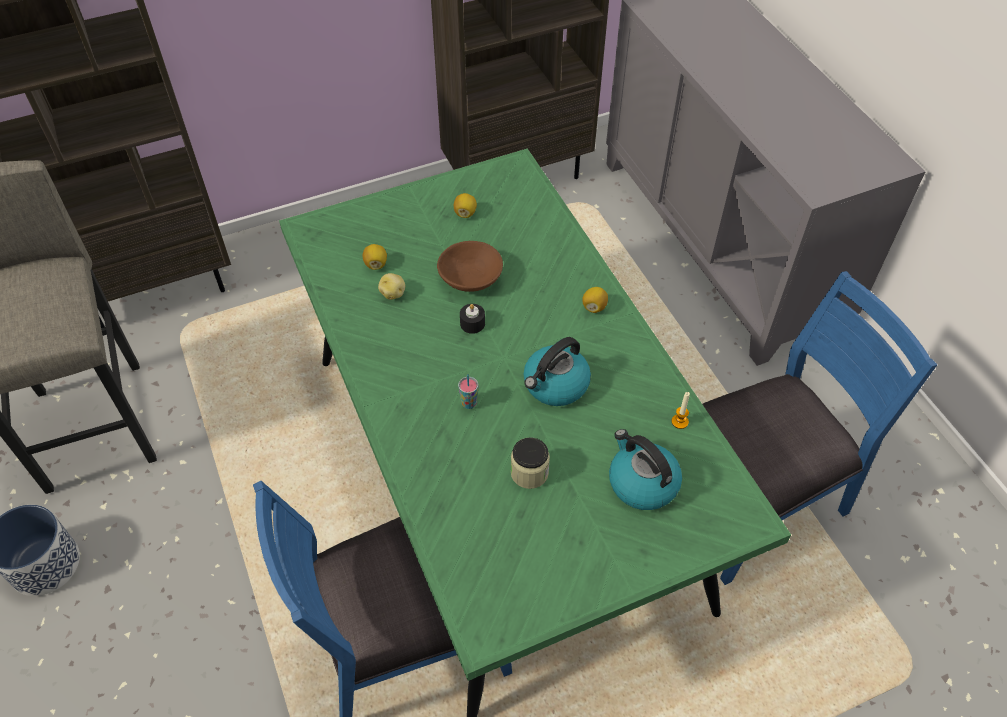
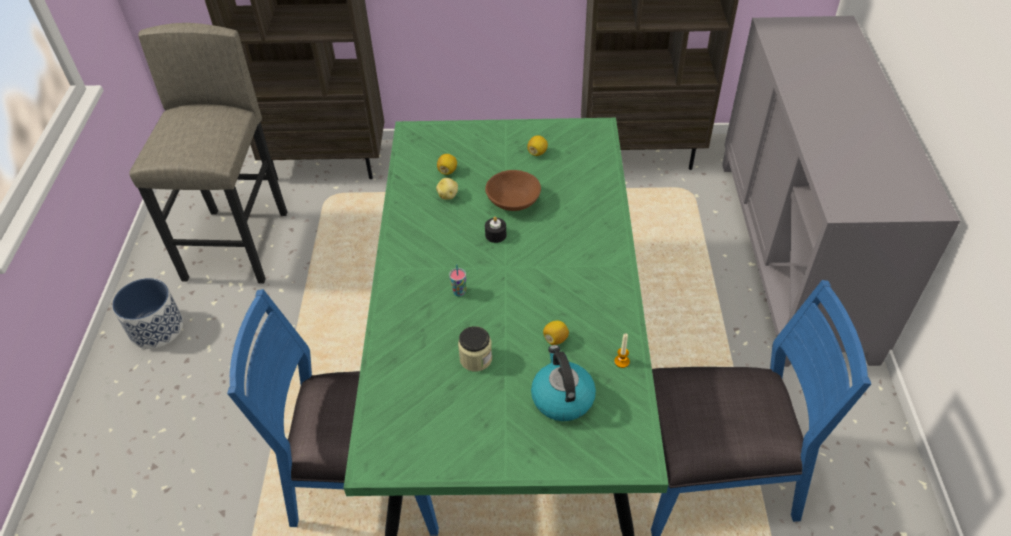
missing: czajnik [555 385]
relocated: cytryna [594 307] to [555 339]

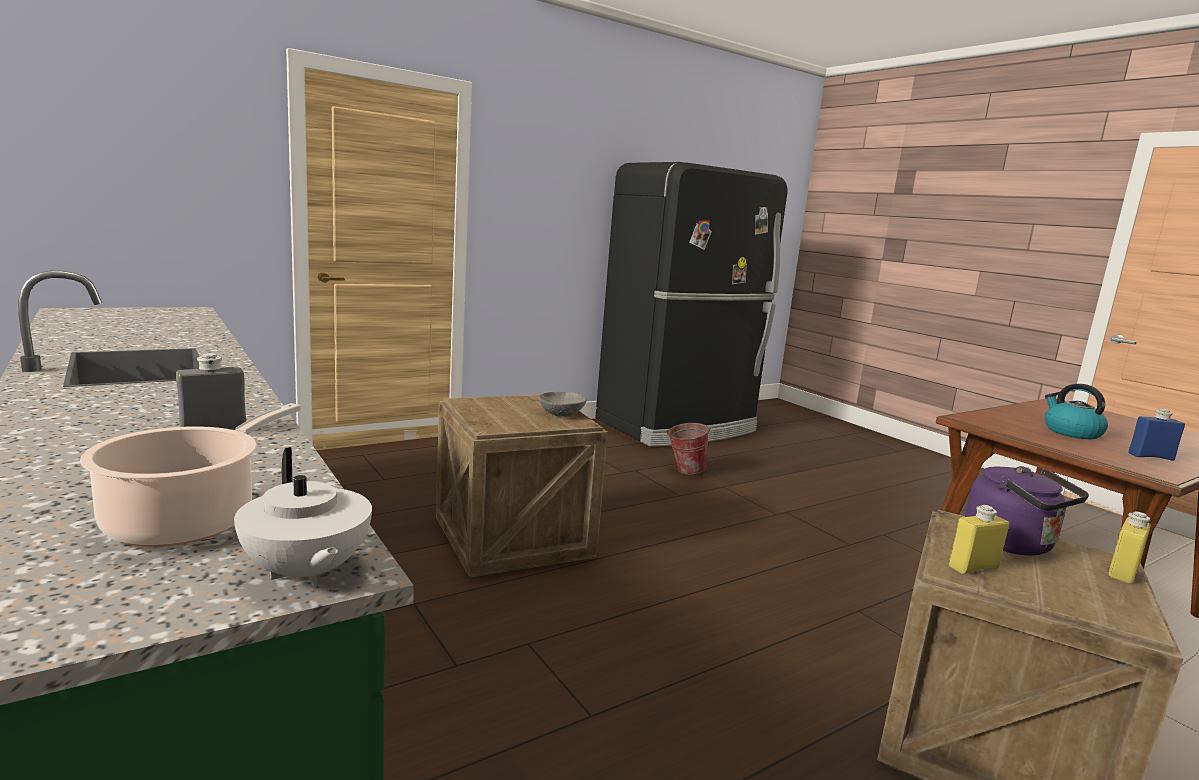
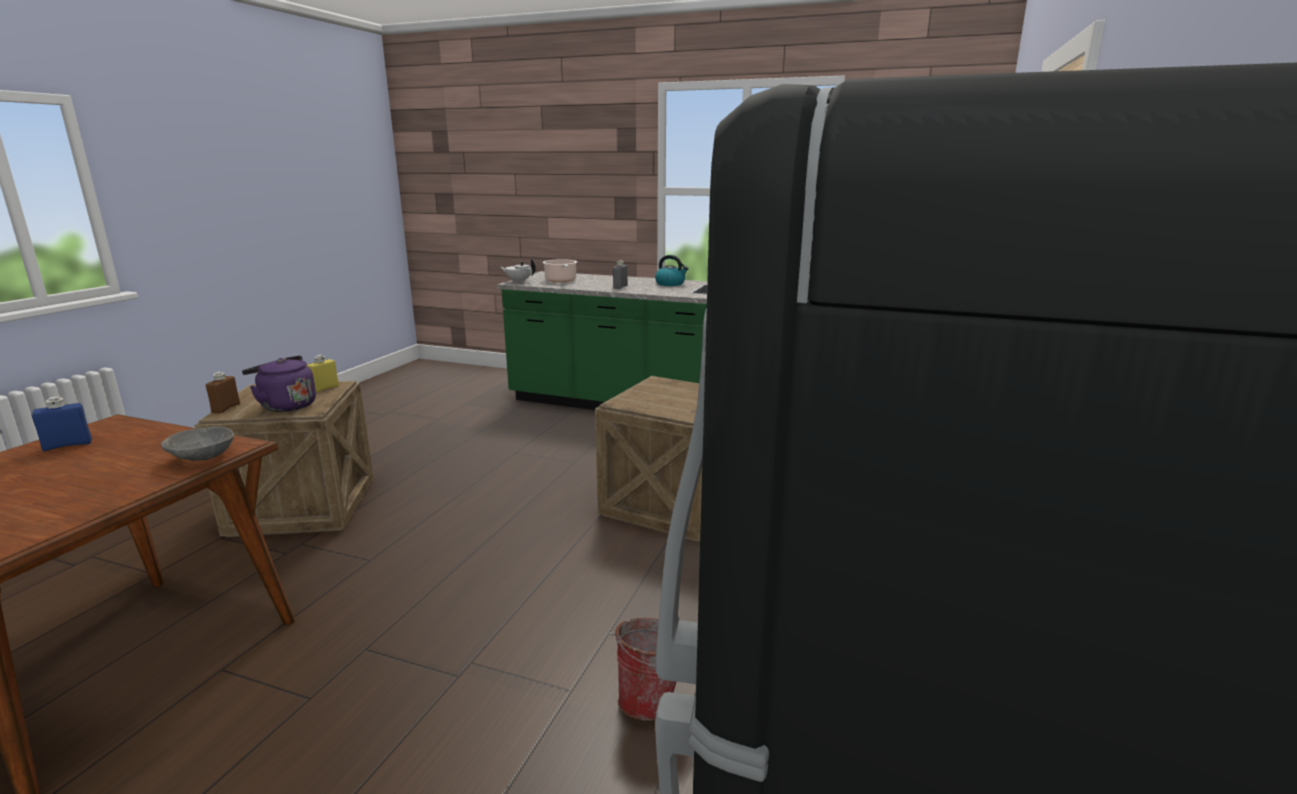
relocated: czajnik [1071 432] to [670 284]; miska [szary] [562 414] to [202 458]
colour: butelka [żółty] [1122 572] to butelka [brązowy] [226 408]

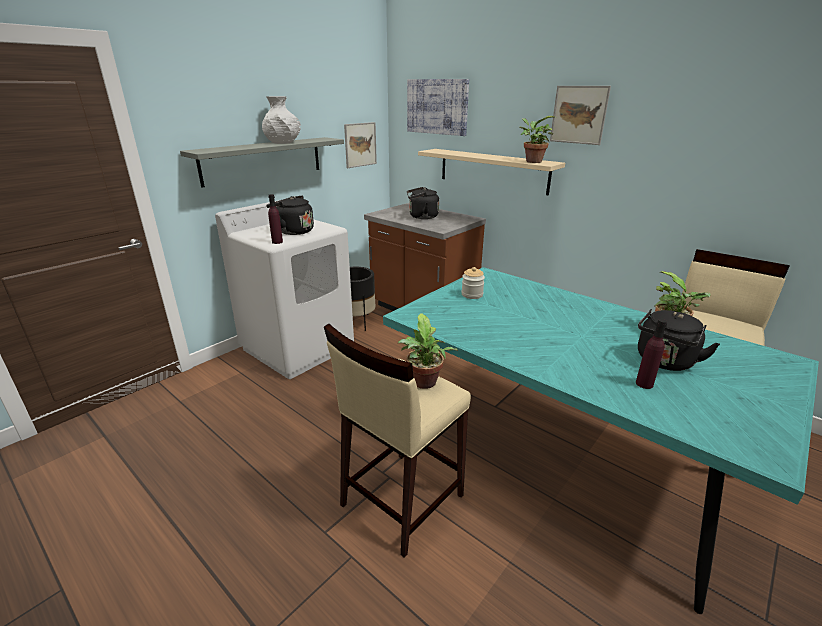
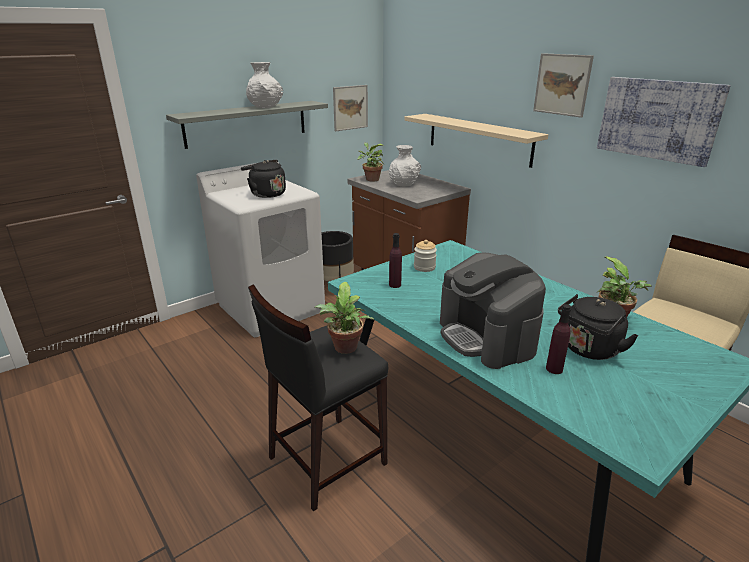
appeared: ekspres do kawy [487 337]
relocated: obraz [437 106] to [657 119]; roślina doniczkowa [531 161] to [371 179]; butelka [fioletowy] [277 242] to [395 285]
exchanged: czajnik [czarny] [421 217] to wazon [biały] [404 184]
colour: stołek [beżowy] [400 500] to stołek [czarny] [326 460]

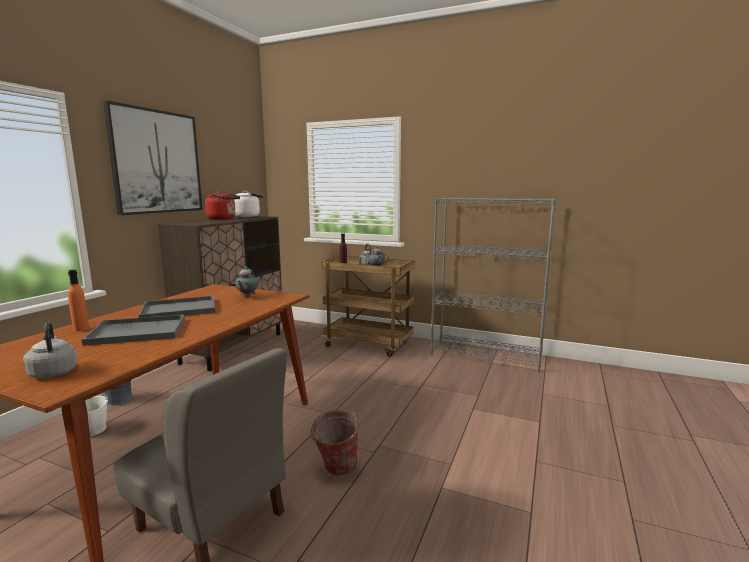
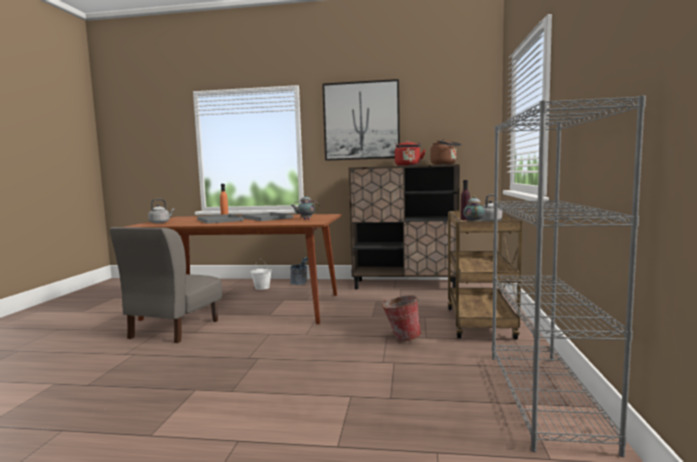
relocated: wiadro [335 469] to [401 338]
colour: czajnik [biały] [248 216] to czajnik [brązowy] [445 164]

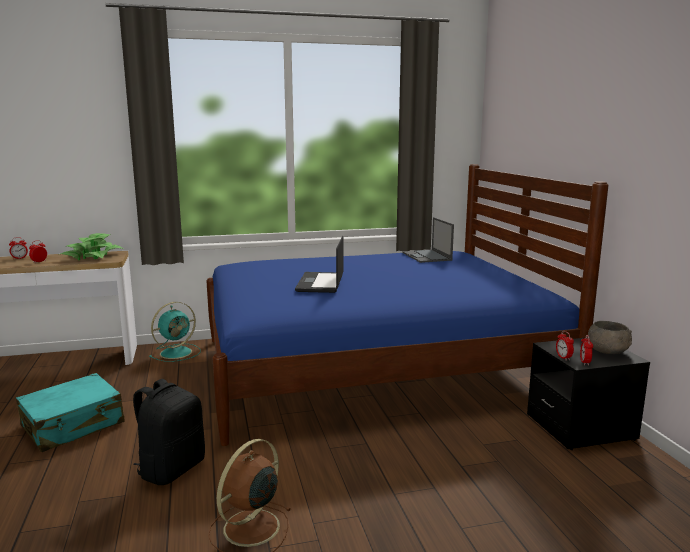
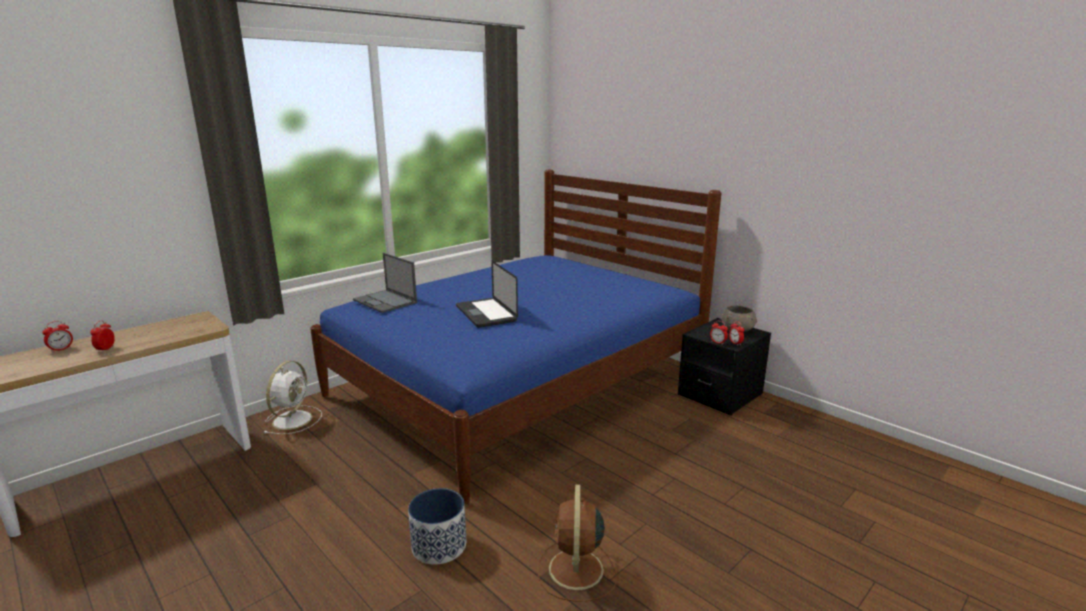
missing: roślina doniczkowa [92 256]; walizka [turkusowy] [73 425]
relocated: laptop [427 256] to [385 301]
exchanged: plecak [czarny] [171 469] to donica [438 545]
colour: wentylator [turkusowy] [177 352] to wentylator [biały] [293 419]

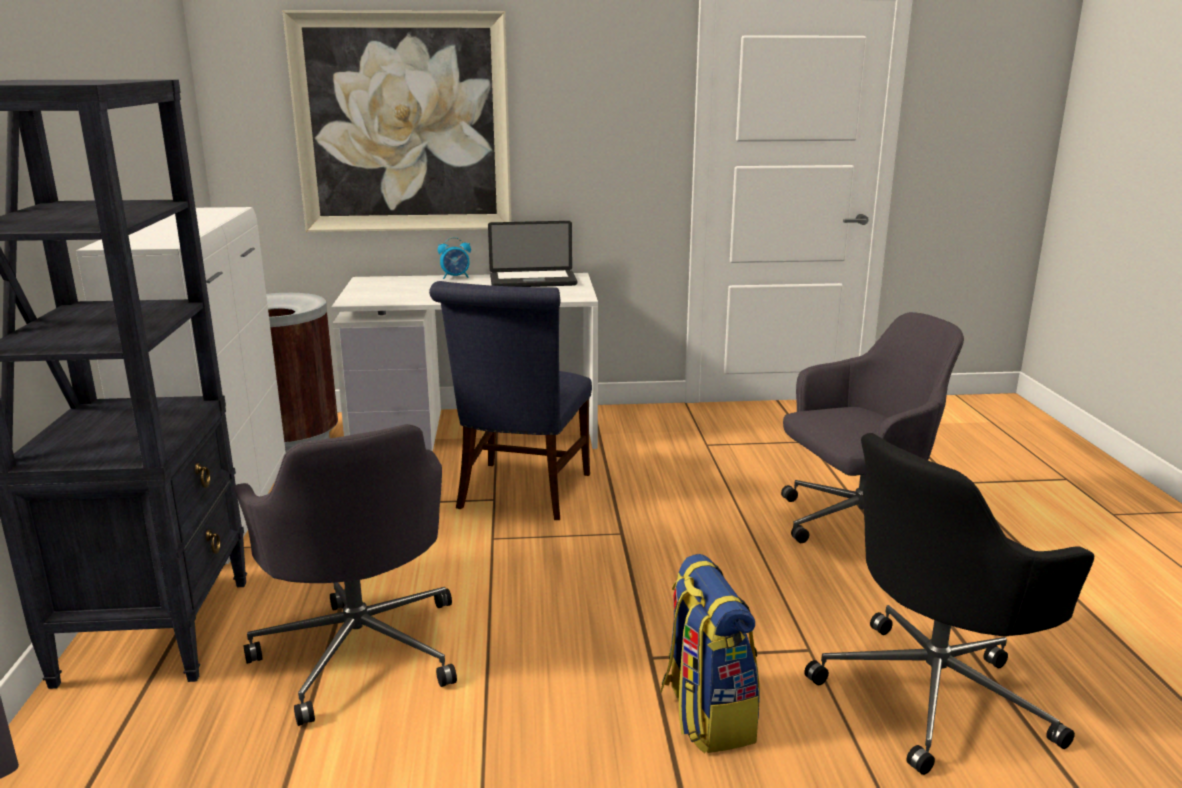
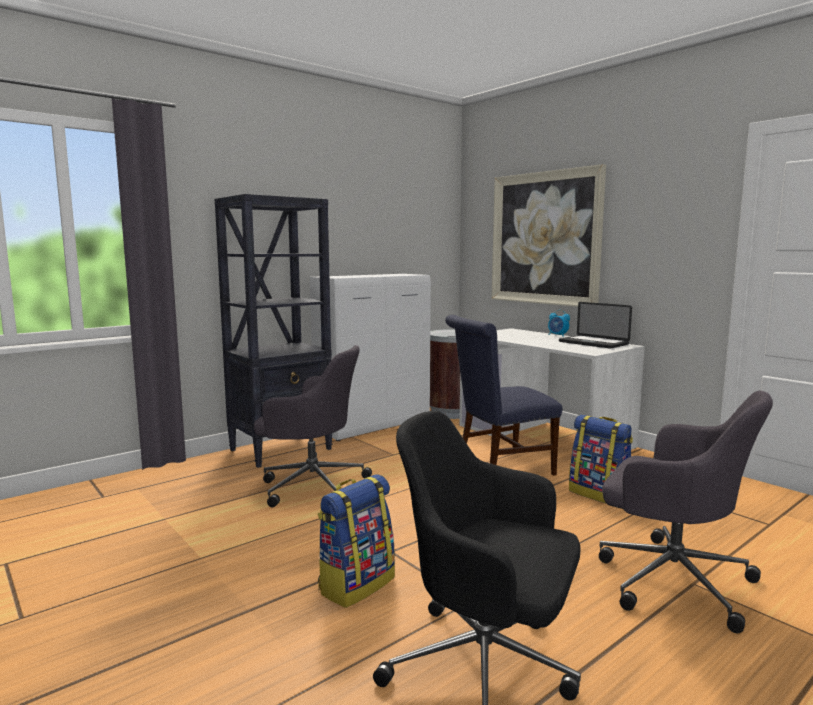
appeared: plecak [599 494]
spun: krzesło biurowe [szary] [360 649] = [311 485] 105 degrees counterclockwise

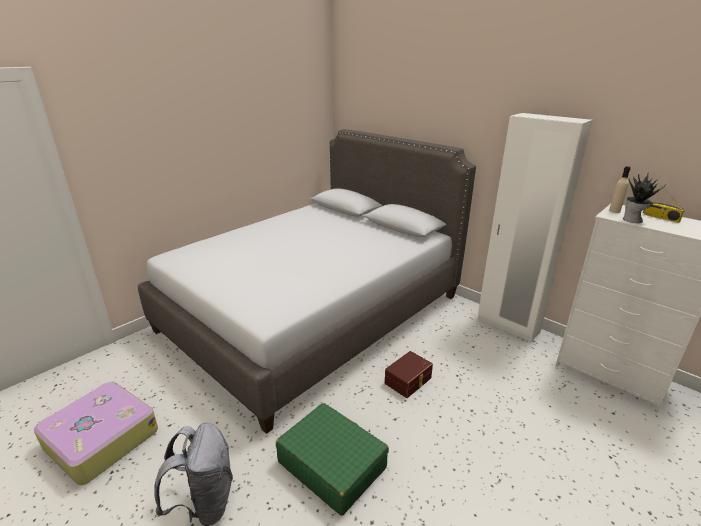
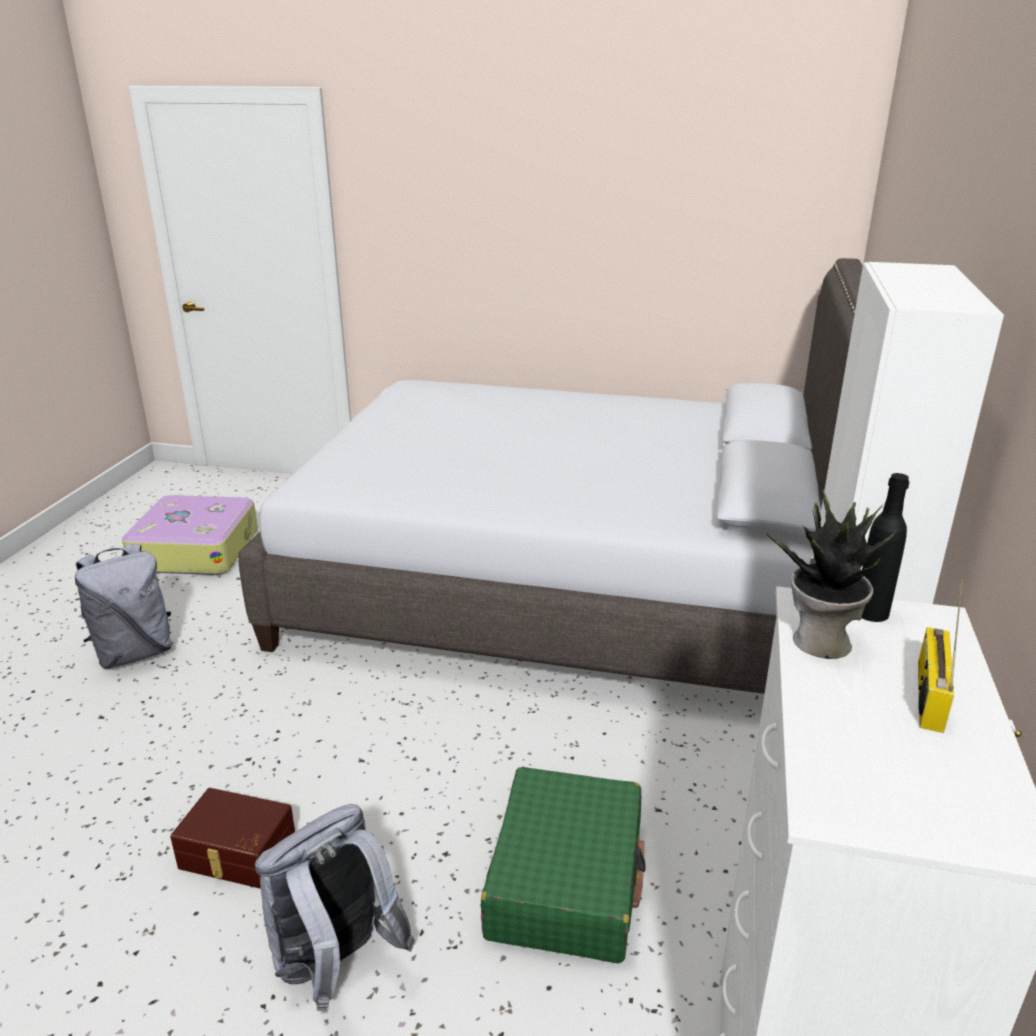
appeared: plecak [szary] [336 965]
relocated: pojemnik do przechowywania [brązowy] [409 381] to [236 854]; walizka [zielony] [332 464] to [566 880]
colour: butelka [beżowy] [614 211] to butelka [czarny] [871 612]

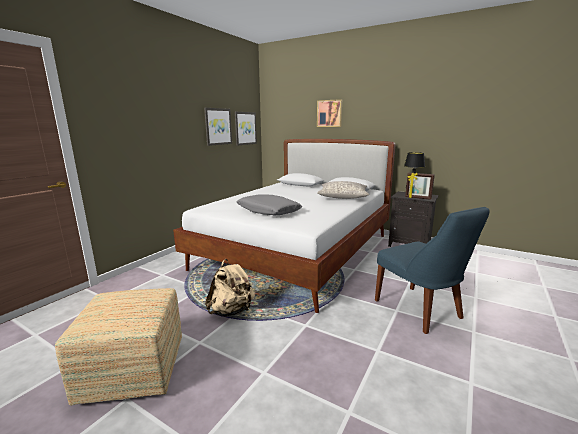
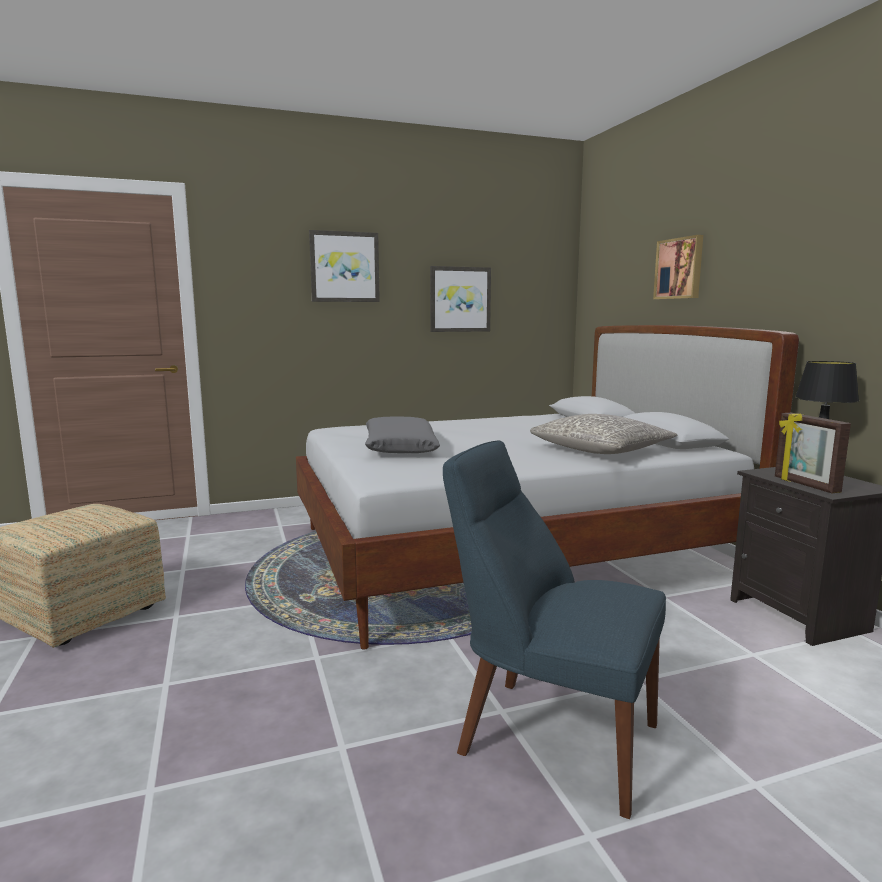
missing: plecak [beżowy] [231 311]
relocated: obraz [245 128] to [344 267]
spun: krzesło [niebieski] [420 310] = [549 736] 105 degrees clockwise

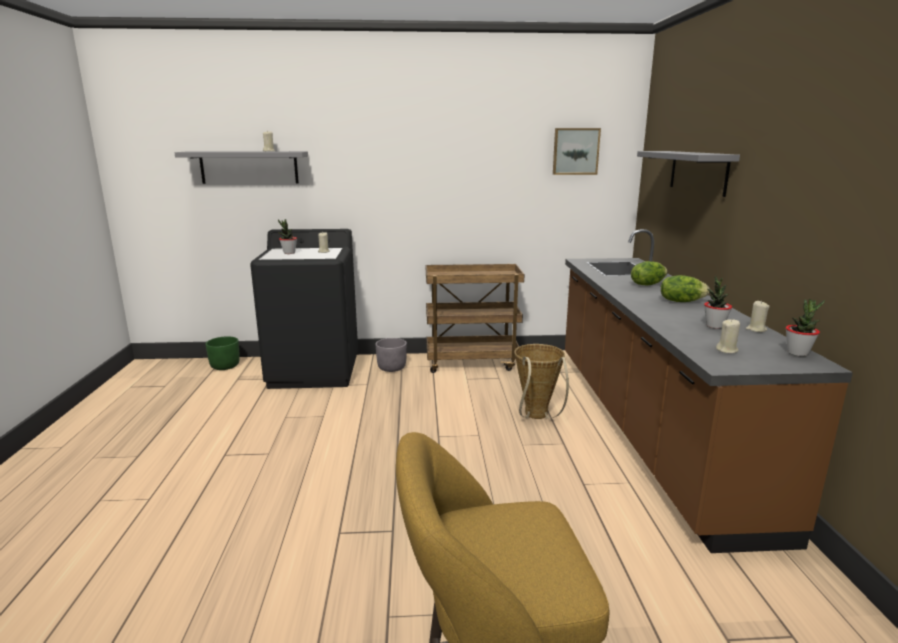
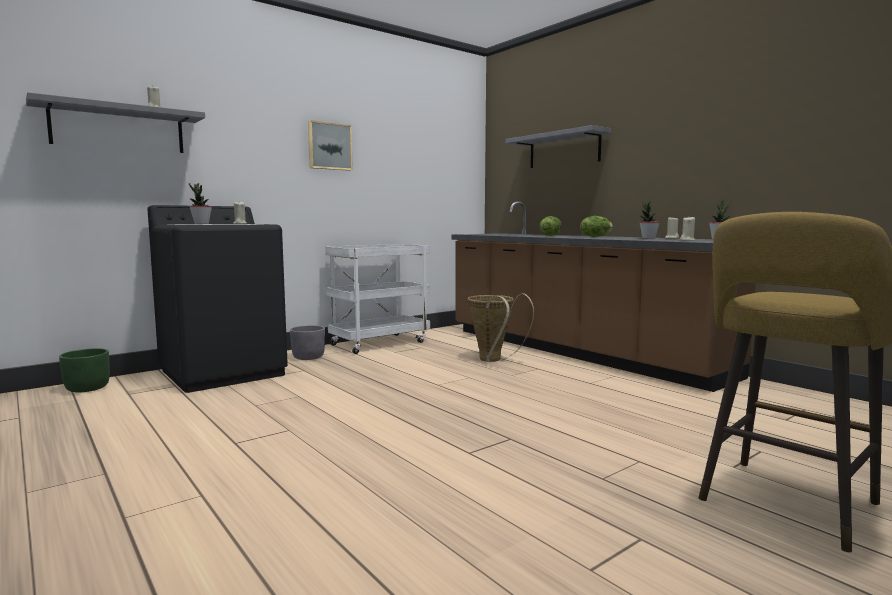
relocated: obraz [575 151] to [329 146]
colour: wózek [brązowy] [472 362] to wózek [biały] [380 343]

